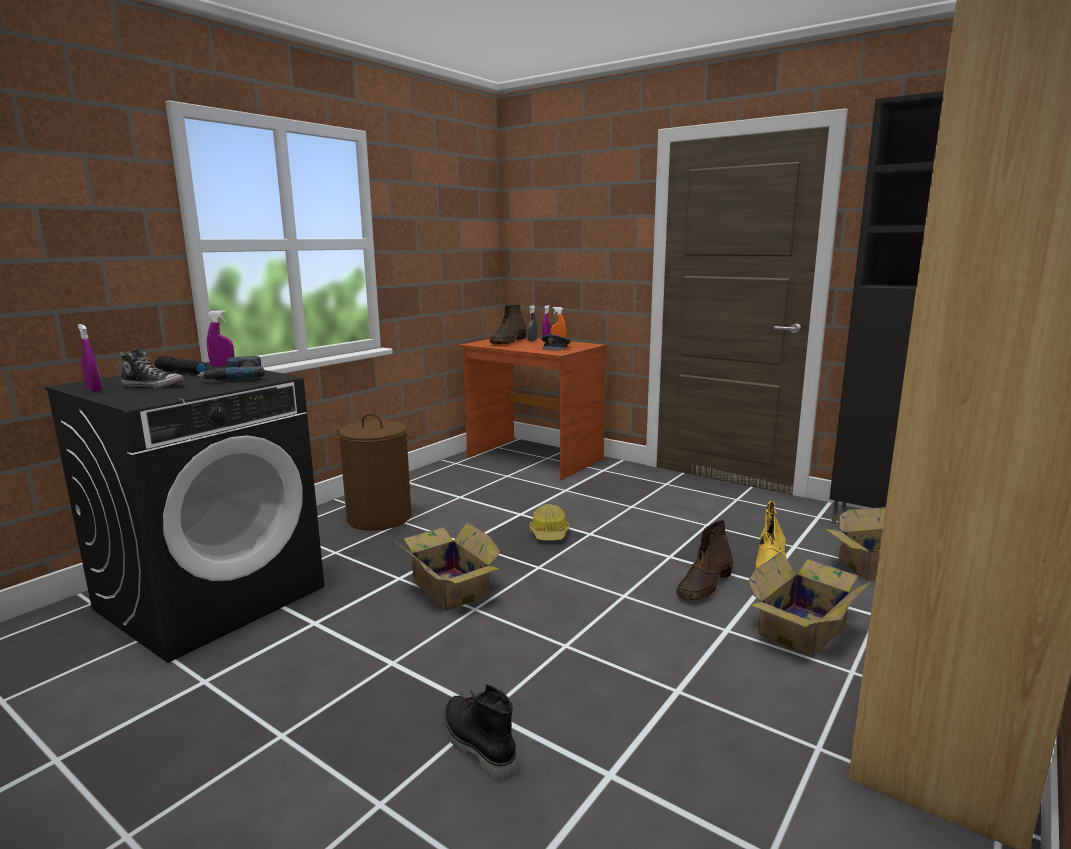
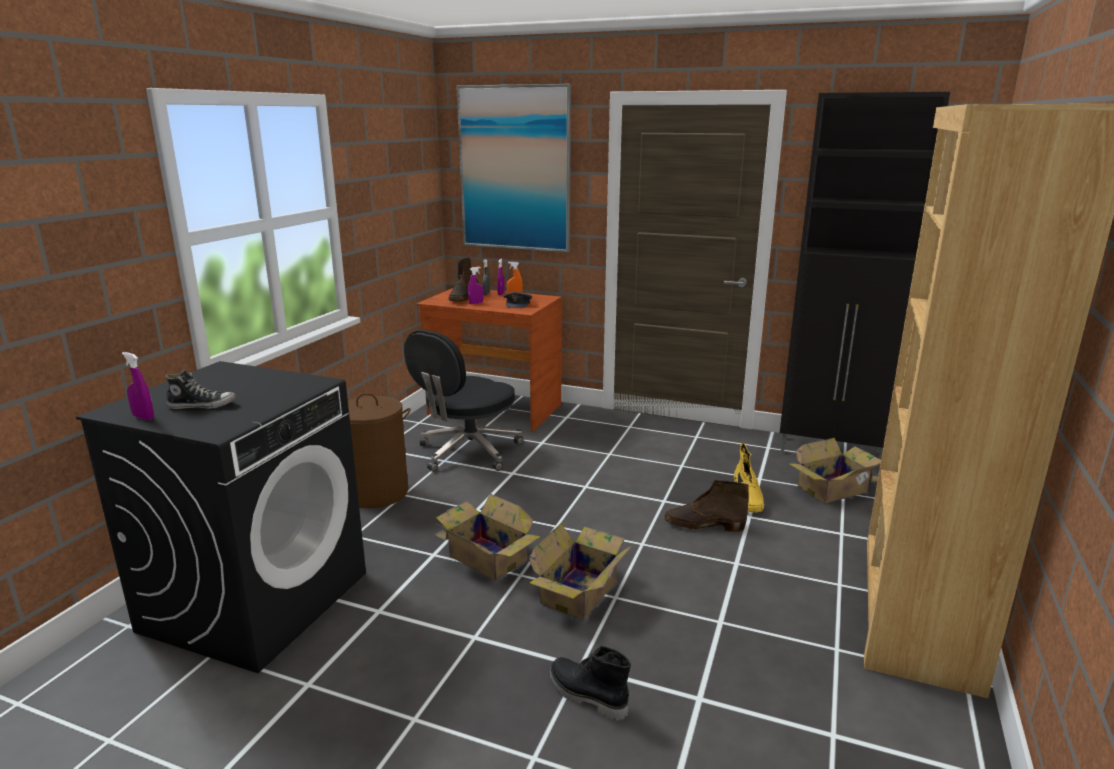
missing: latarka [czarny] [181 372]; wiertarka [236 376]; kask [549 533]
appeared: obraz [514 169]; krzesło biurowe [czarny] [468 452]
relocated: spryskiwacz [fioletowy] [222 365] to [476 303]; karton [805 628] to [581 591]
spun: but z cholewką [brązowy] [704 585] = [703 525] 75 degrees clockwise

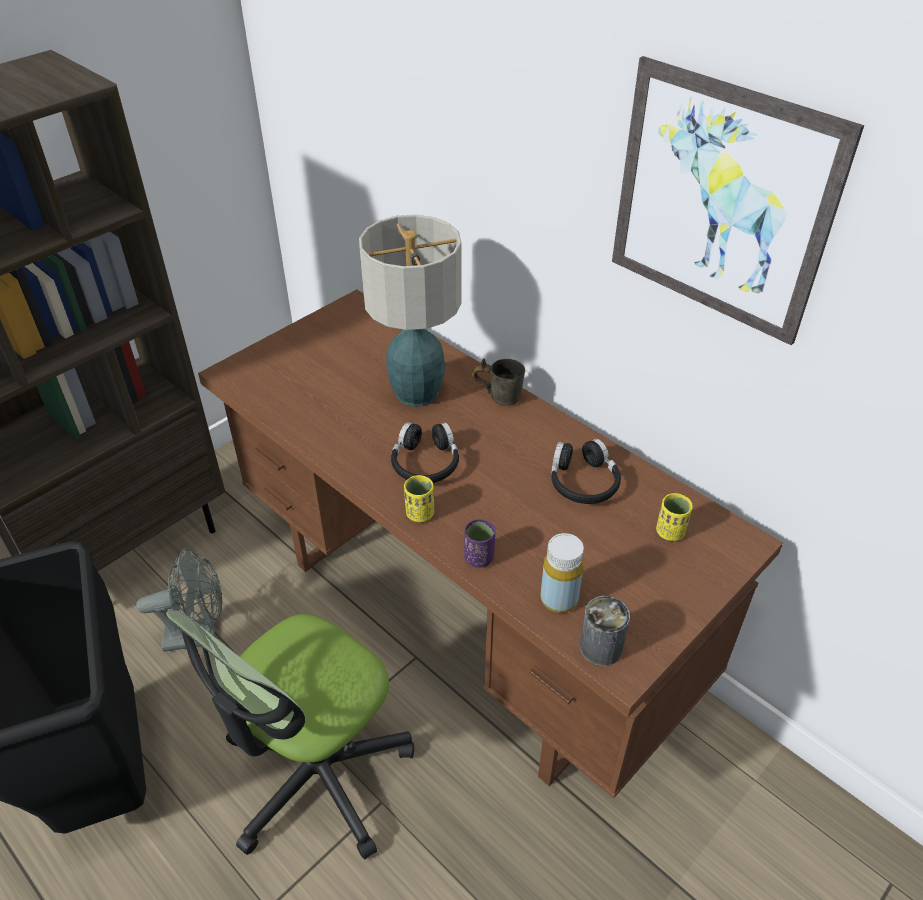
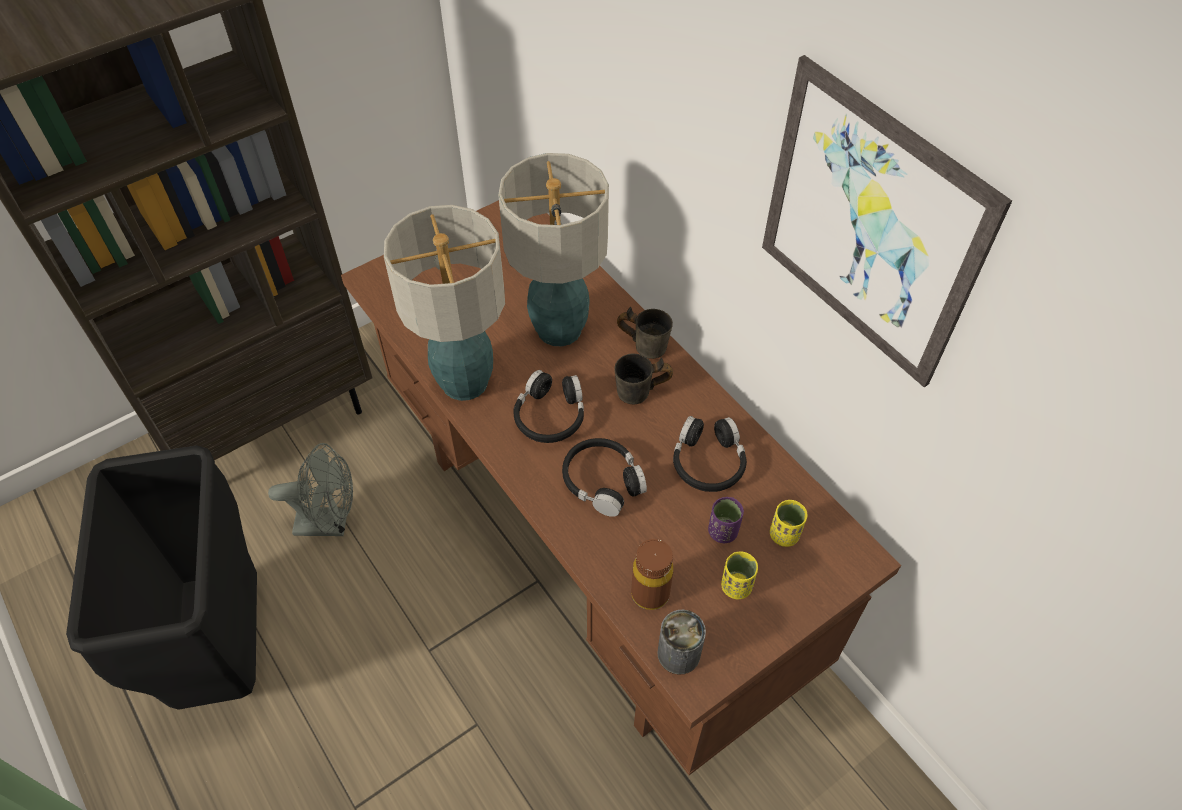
missing: krzesło biurowe [317 774]
appeared: lampa stołowa [463 381]; kubek [szary] [641 395]; słuchawki [czarny] [602 481]
relocated: filiżanka [żółty] [420 513] to [736 586]; filiżanka [fioletowy] [479 558] to [723 532]
colour: butelka [żółty] [559 599] to butelka [brązowy] [650 593]

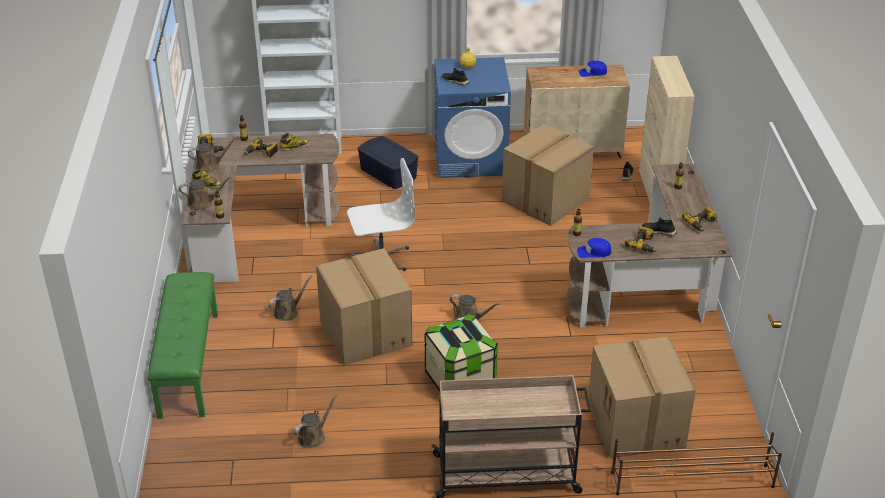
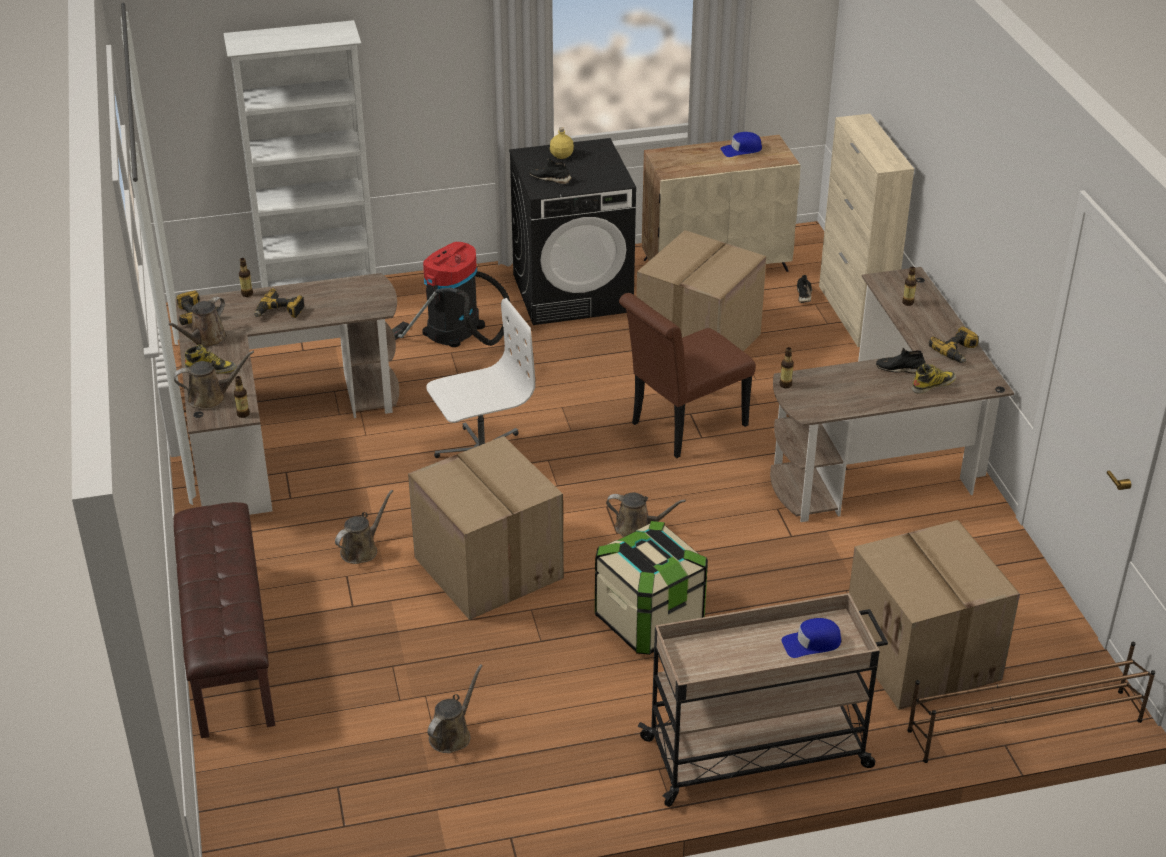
missing: wiertarka [643 244]
appeared: krzesło [brązowy] [683 427]
relocated: but z cholewką [295 146] to [933 384]; czapka z daszkiem [niebieski] [594 252] to [811 643]
exchanged: pojemnik do przechowywania [niebieski] [388 173] to odkurzacz [456 326]
colour: pralka [niebieski] [471 158] to pralka [czarny] [573 292]; ławka [zielony] [188 364] to ławka [brązowy] [227 647]
spun: konewka [brązowy] [210 166] = [206 340] 150 degrees clockwise

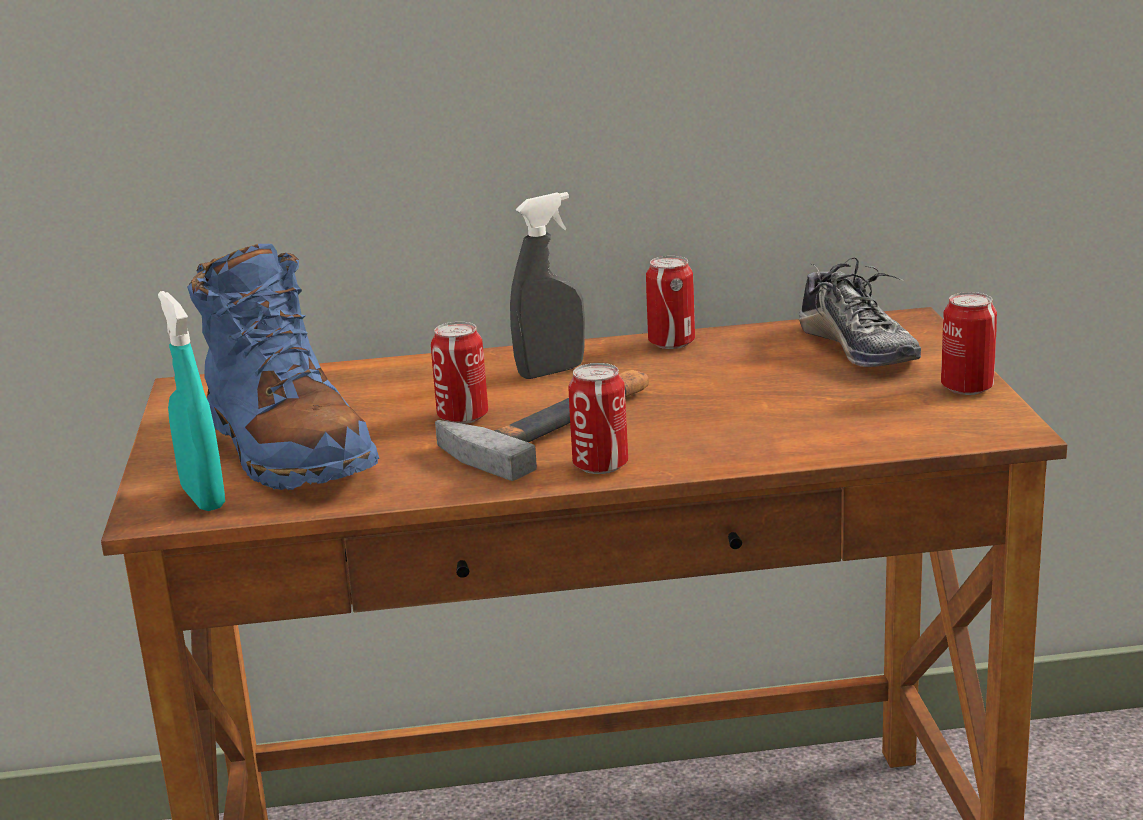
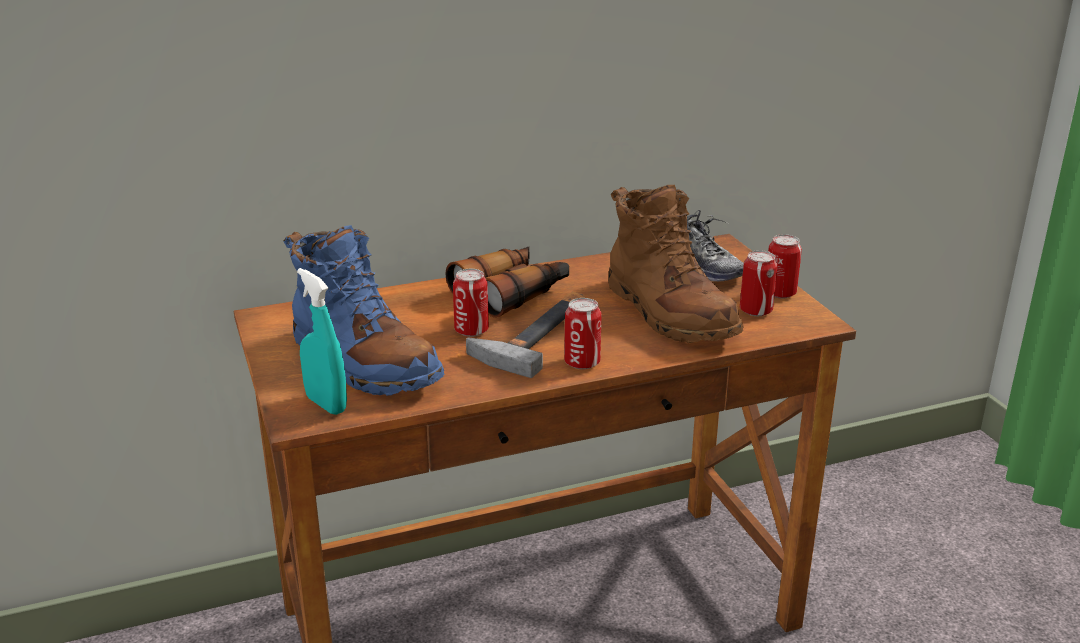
appeared: but z cholewką [brązowy] [668 312]
relocated: puszka [671 343] to [755 310]
exchanged: spryskiwacz [szary] [551 371] to lornetka [512 293]

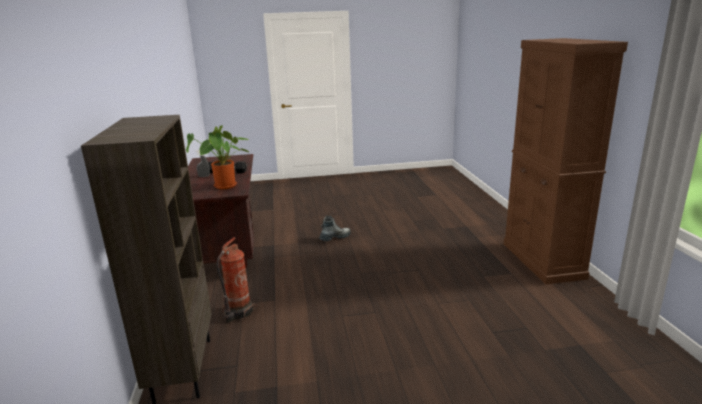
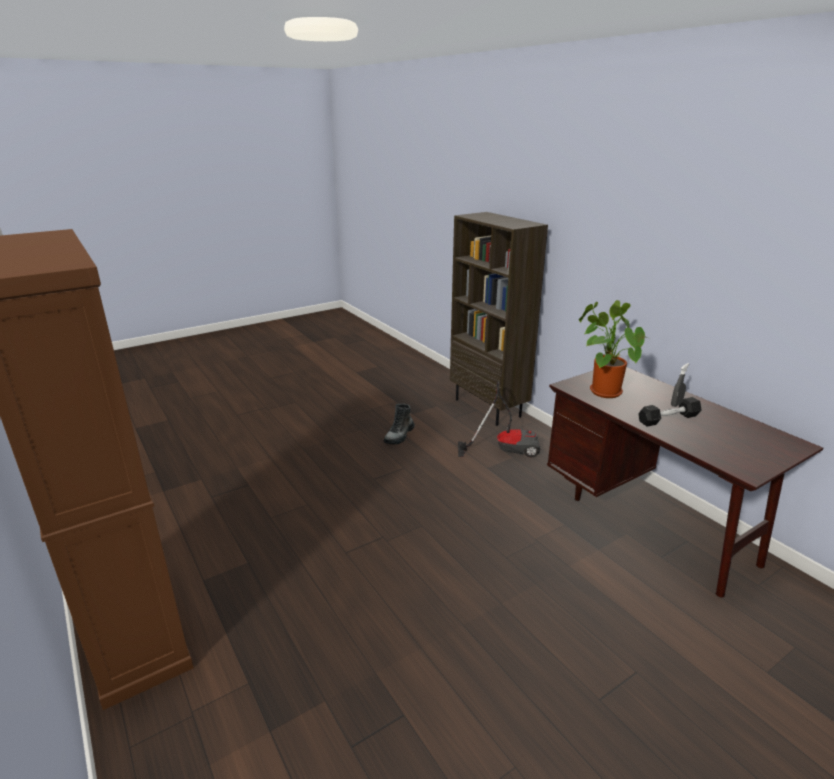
relocated: but z cholewką [335 238] to [399 436]
exchanged: gaśnica [238 313] to odkurzacz [505 448]

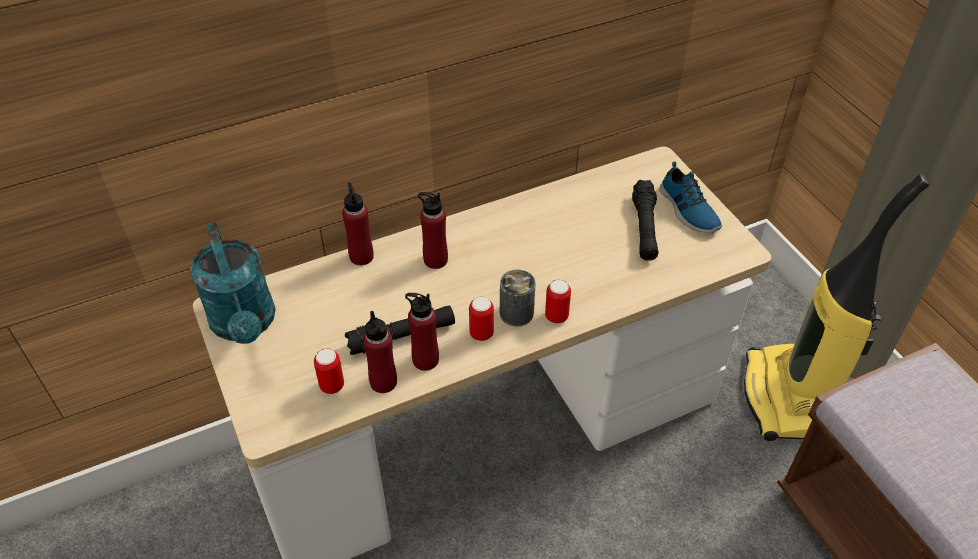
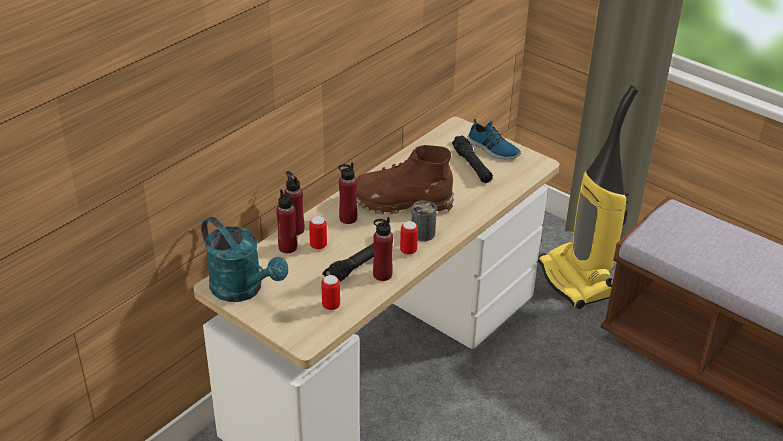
appeared: but z cholewką [brązowy] [402 203]
relocated: puszka [556 316] to [318 245]; butelka [czerwony] [383 382] to [287 247]

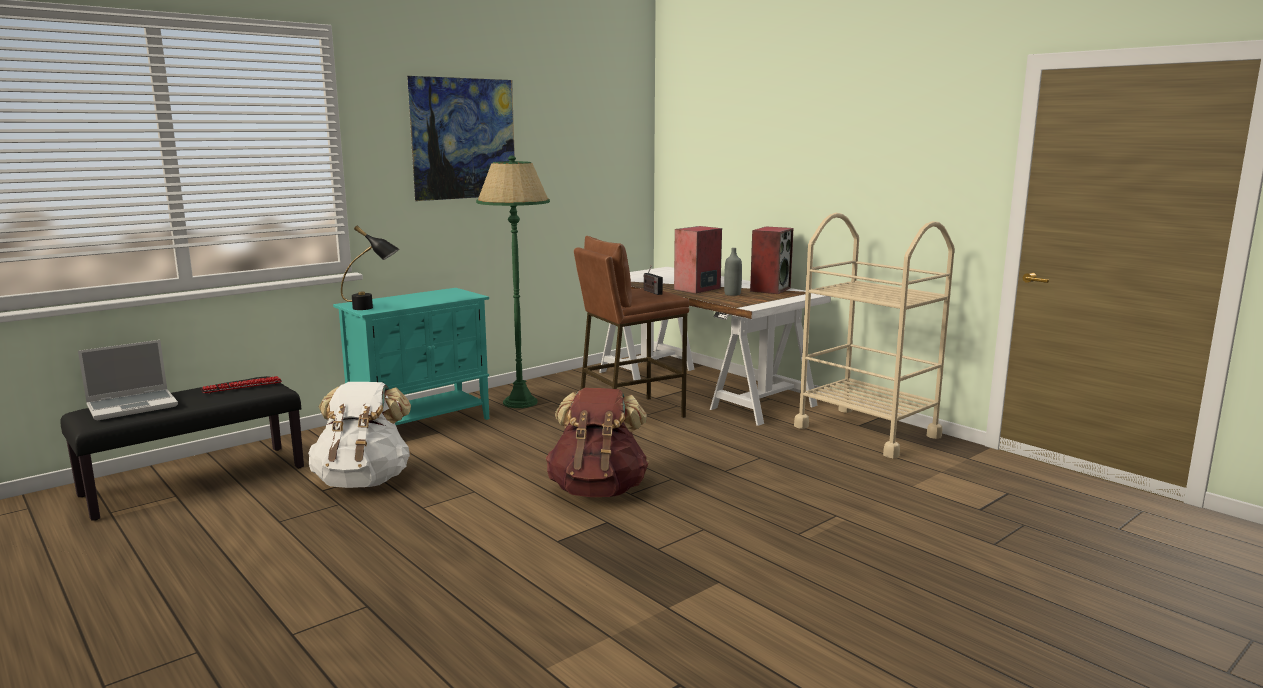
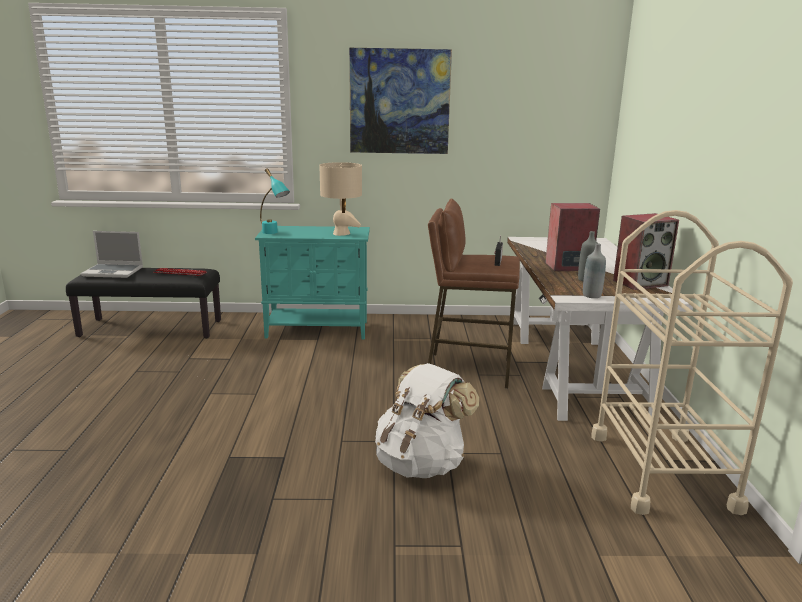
missing: lampa stojąca [zielony] [520 402]; plecak [brązowy] [598 490]
appeared: lampa stołowa [beżowy] [341 233]; butelka [szary] [591 295]
relocated: plecak [biały] [363 481] to [421 463]
colour: lampa stołowa [czarny] [372 308] to lampa stołowa [turkusowy] [274 233]

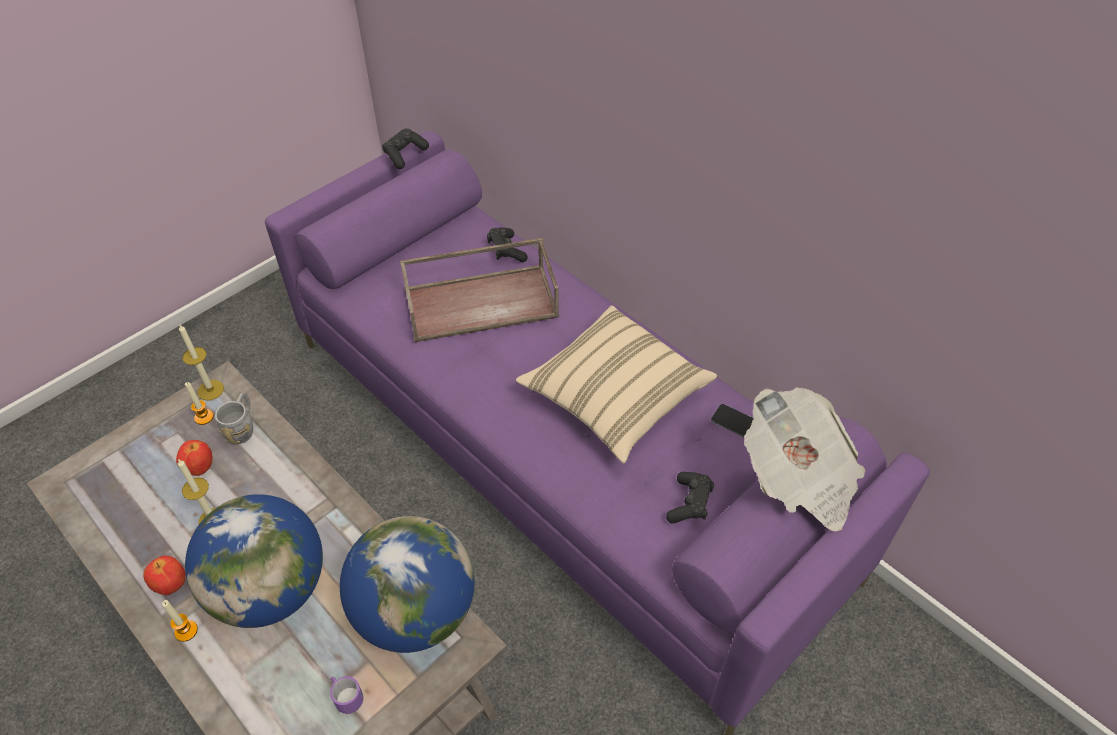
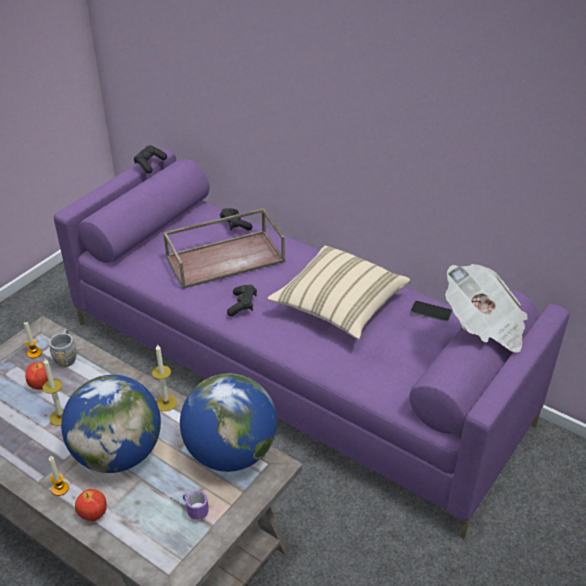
relocated: świeca [210 390] to [166 403]; pad do gier [czarny] [689 503] to [242 305]; jabłko [171 585] to [93 515]

